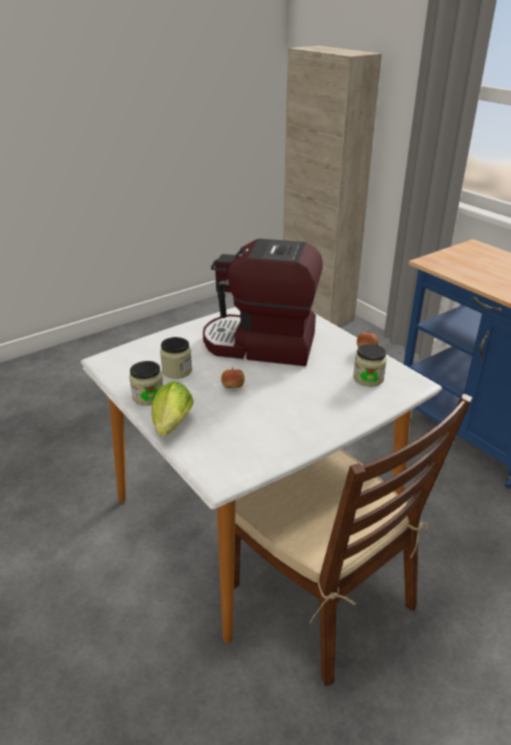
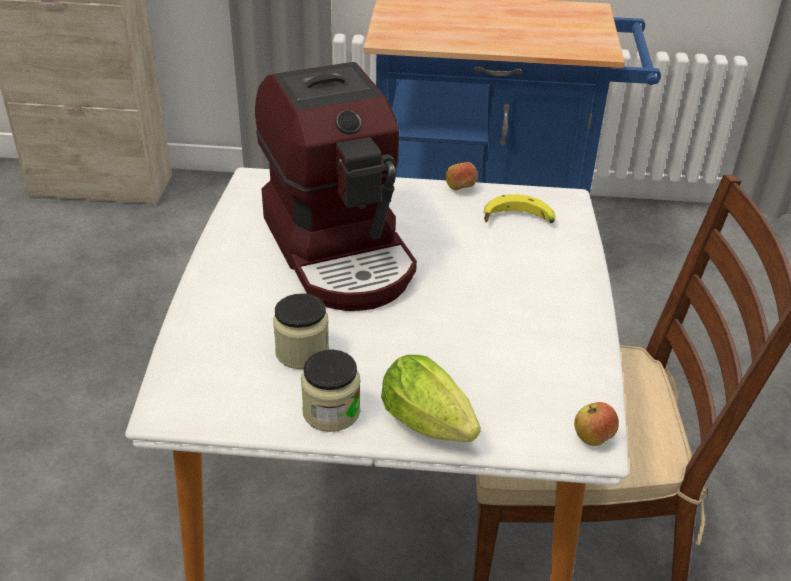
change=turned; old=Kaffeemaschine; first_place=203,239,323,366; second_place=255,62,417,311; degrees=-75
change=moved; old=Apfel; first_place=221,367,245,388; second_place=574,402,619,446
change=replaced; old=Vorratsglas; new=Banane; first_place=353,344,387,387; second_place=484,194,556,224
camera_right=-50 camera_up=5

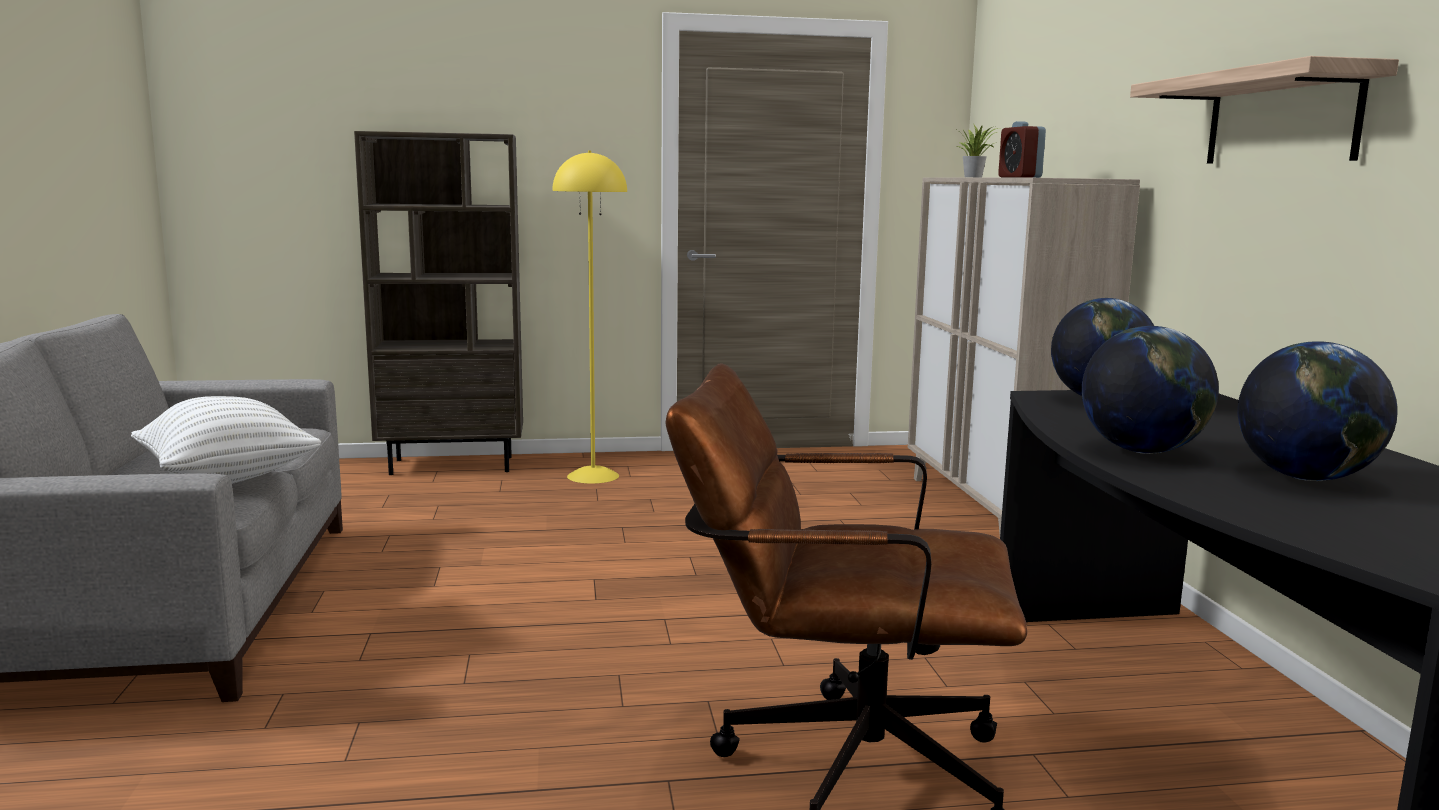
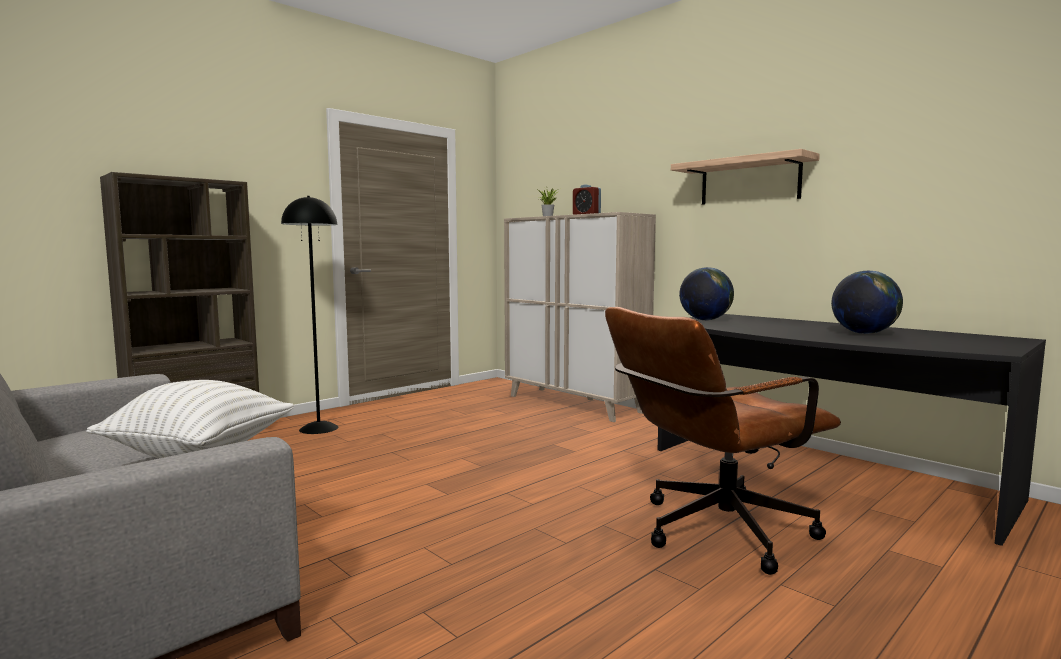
change=recoloured; old=Stehlampe [gelb]; new=Stehlampe [schwarz]; first_place=552,151,627,484; second_place=281,196,338,434
change=removed; old=Globus; first_place=1082,326,1219,454
camera_right=-35 camera_up=-5

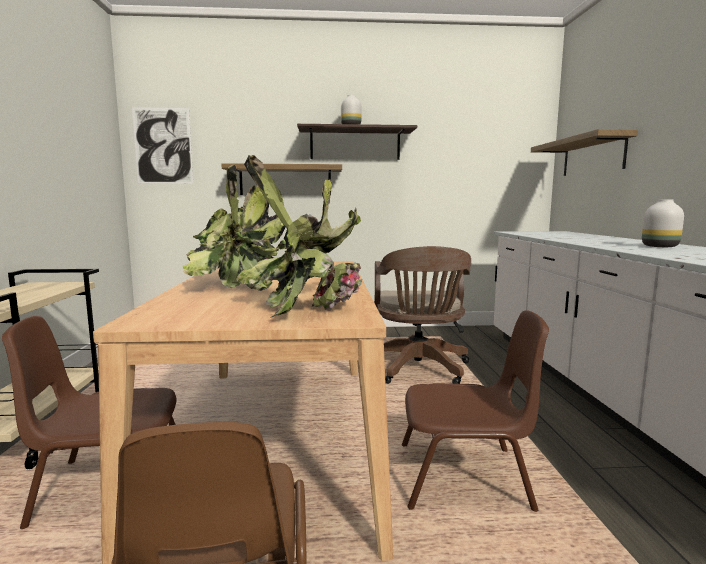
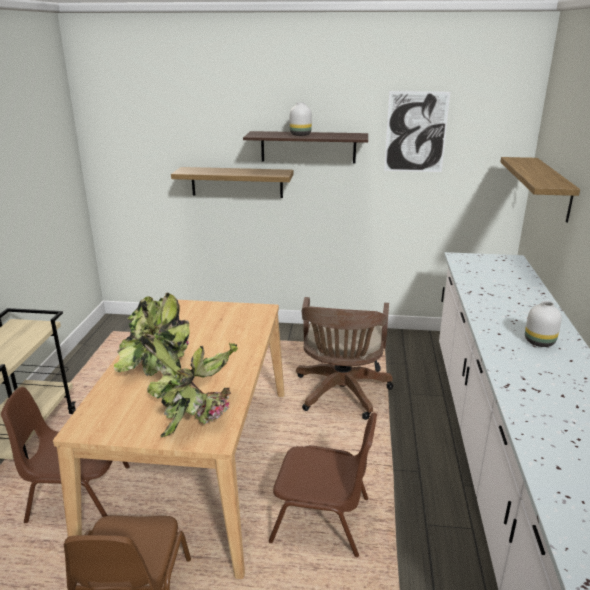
change=moved; old=Bild; first_place=132,107,193,184; second_place=384,91,450,172
camera_right=10 camera_up=15

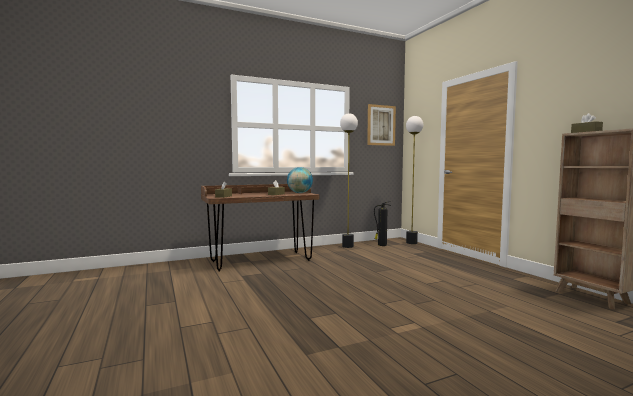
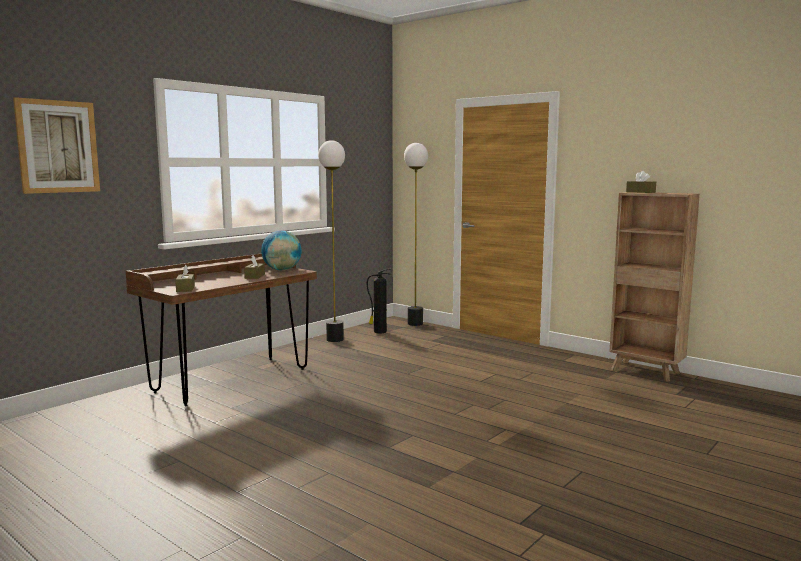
change=moved; old=Bild; first_place=367,104,396,146; second_place=13,97,100,194
camera_right=-25 camera_up=5

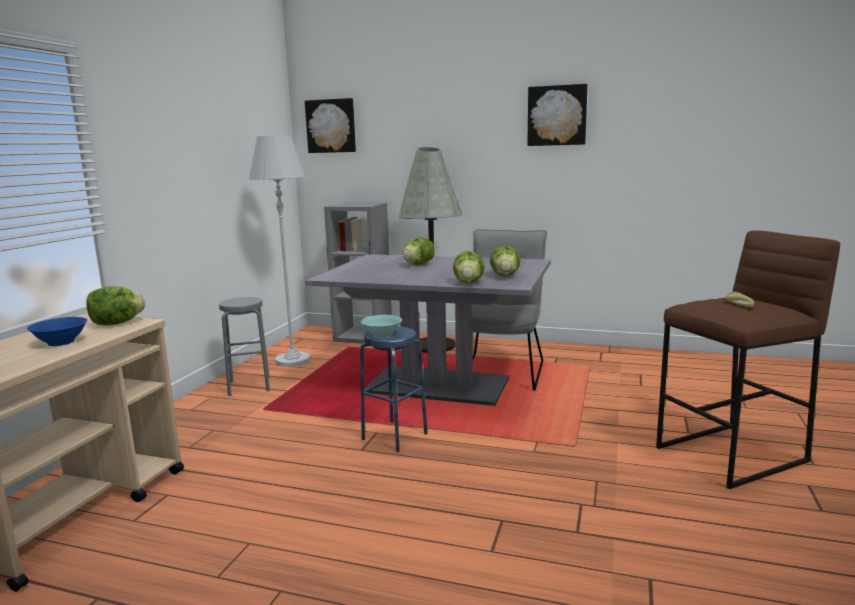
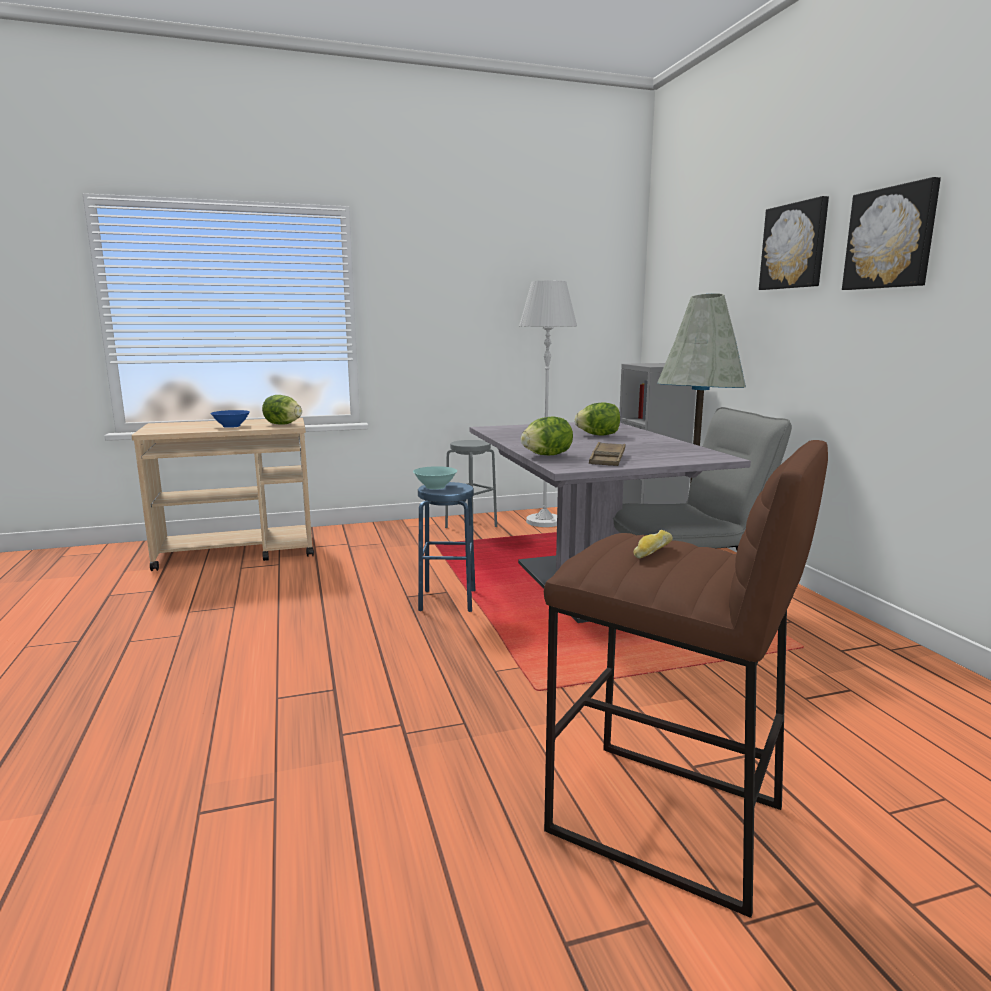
change=moved; old=Bild; first_place=305,98,356,153; second_place=759,196,829,290
change=replaced; old=Salatkopf; new=Tablett [braun]; first_place=490,246,521,276; second_place=589,442,626,466
camera_right=55 camera_up=0

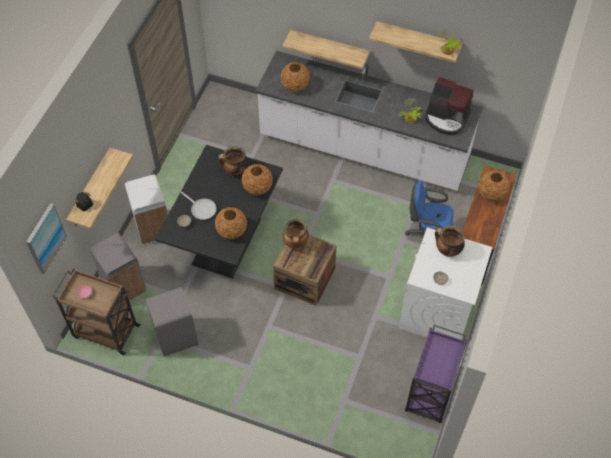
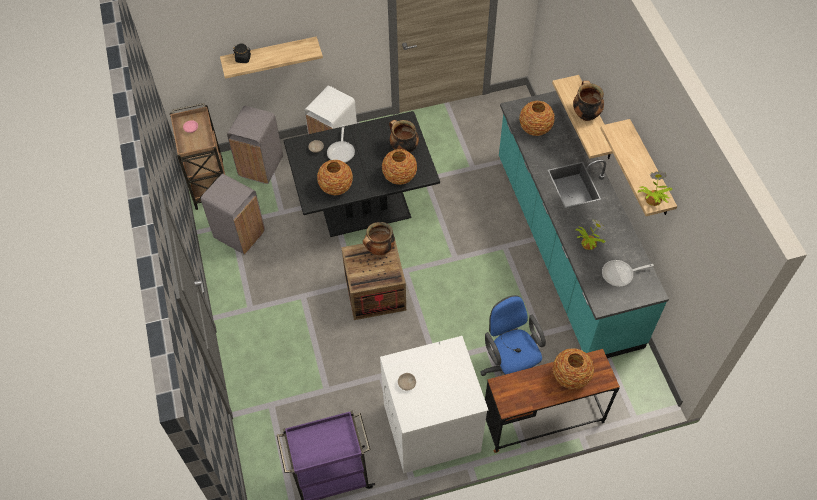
change=removed; old=Bild; first_place=26,203,67,274
change=recoloured; old=Küchenzeile [weiß]; new=Küchenzeile [türkis]; first_place=255,51,483,191; second_place=499,91,669,358
change=replaced; old=Kaffeemaschine; new=Pfanne; first_place=425,77,474,135; second_place=602,260,654,287
change=moved; old=Kochtopf; first_place=435,225,465,257; second_place=573,81,604,121
camera_right=55 camera_up=0

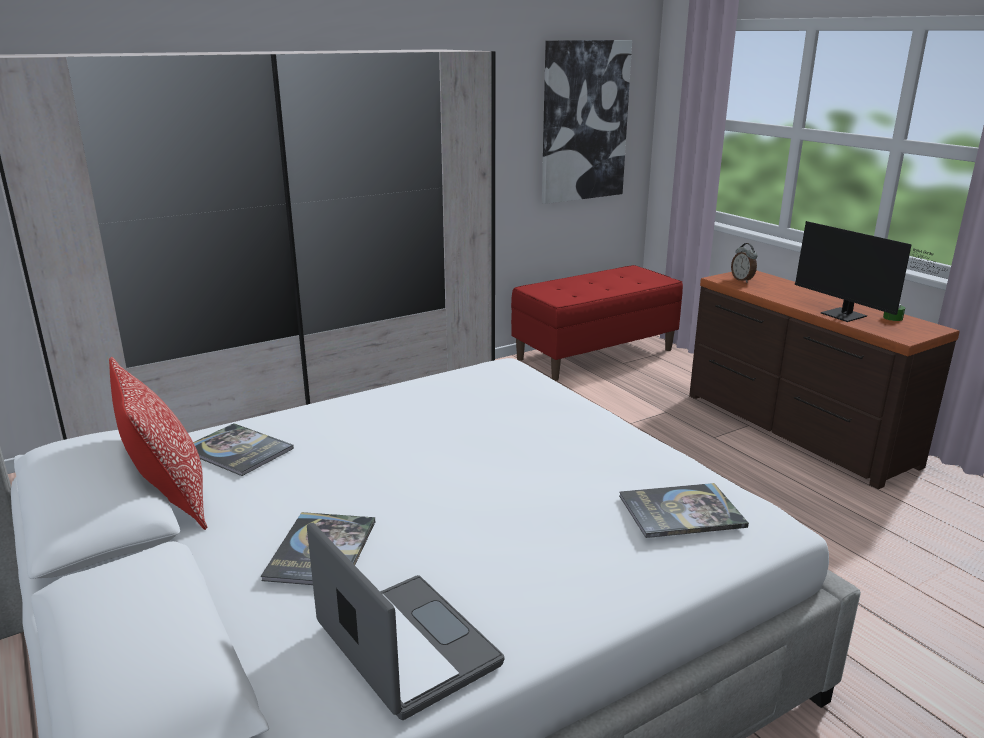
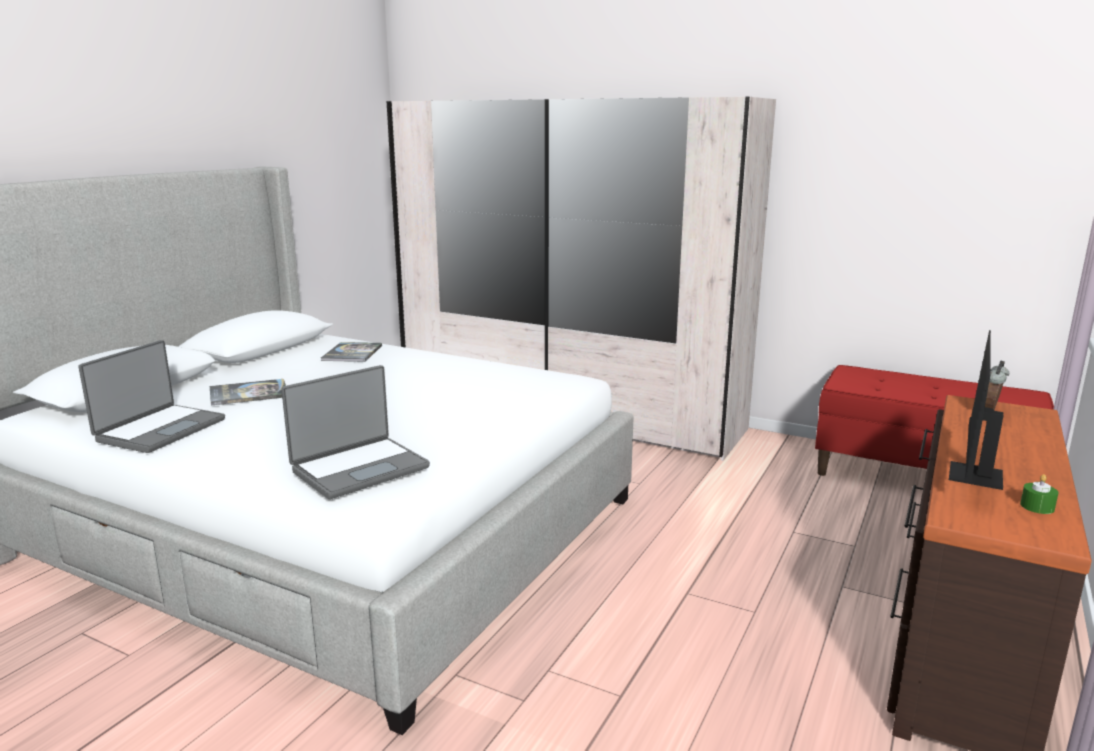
change=removed; old=Kissen; first_place=109,357,207,530
change=removed; old=Bild; first_place=542,40,632,204
change=replaced; old=Buch; new=Laptop; first_place=619,483,749,538; second_place=281,365,430,499
camera_right=60 camera_up=-5

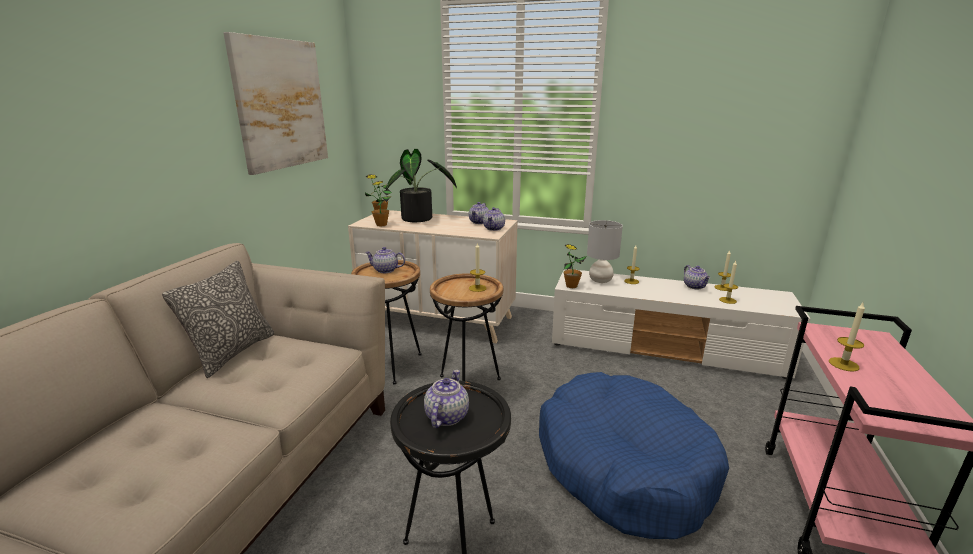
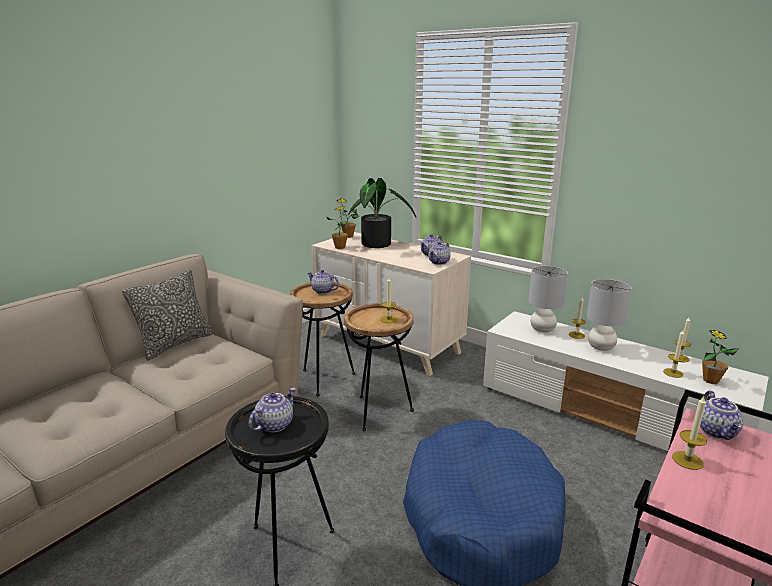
change=removed; old=Bild; first_place=223,32,328,175
change=moved; old=Topfpflanze; first_place=564,244,587,288; second_place=702,330,739,384
change=moved; old=Teekanne; first_place=684,265,710,289; second_place=700,391,744,440
change=added; new=Tischlampe [grau]; second_place=587,279,631,351
camera_right=20 camera_up=0

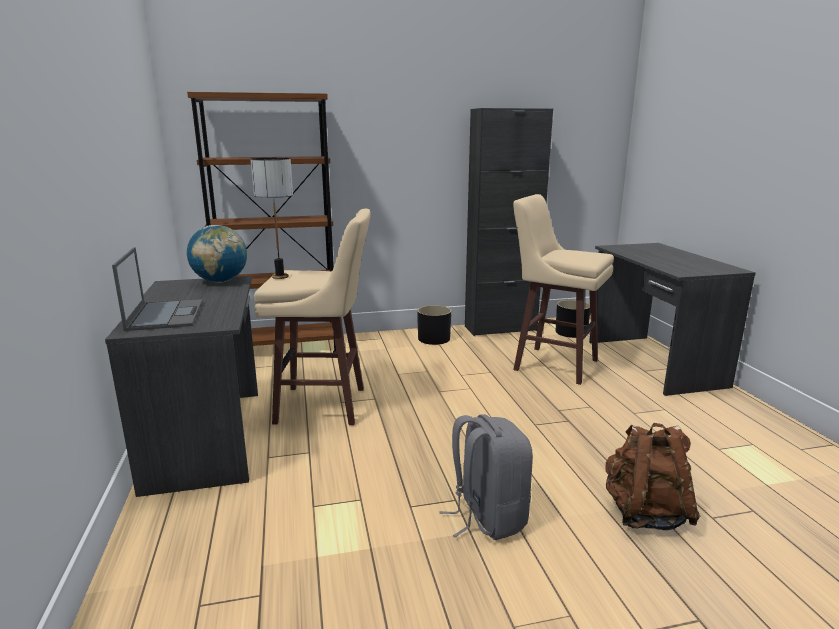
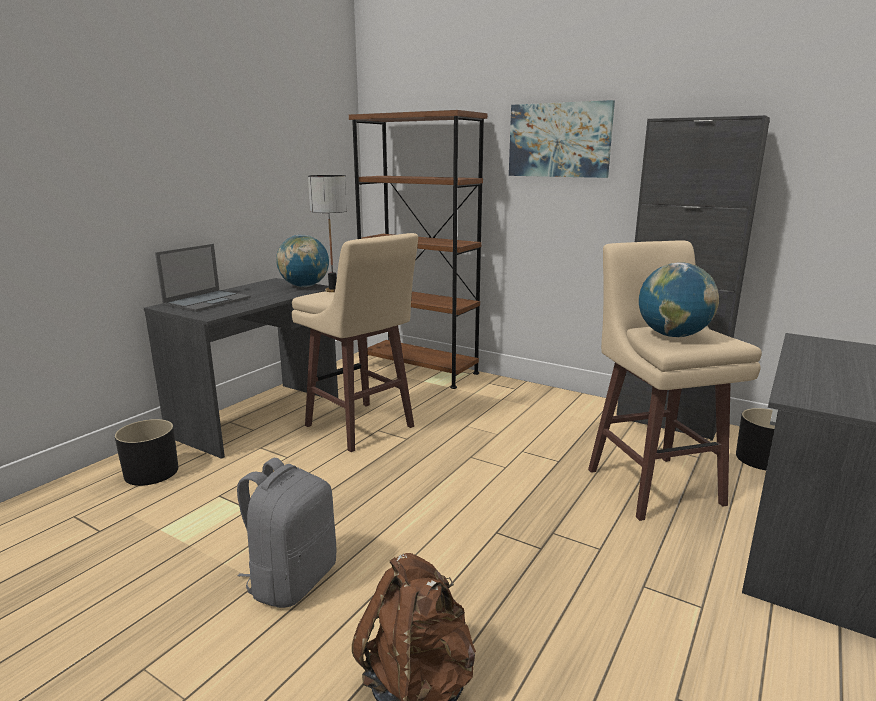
change=moved; old=Pflanzkübel [schwarz]; first_place=417,305,451,345; second_place=115,419,178,486
change=added; new=Bild; second_place=509,100,615,178
change=added; new=Globus; second_place=639,262,719,337
camera_right=45 camera_up=0

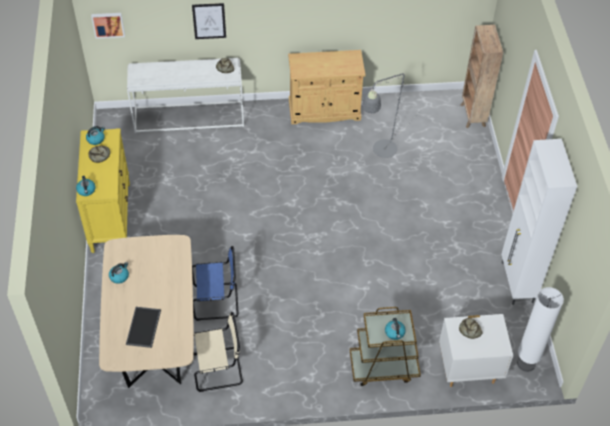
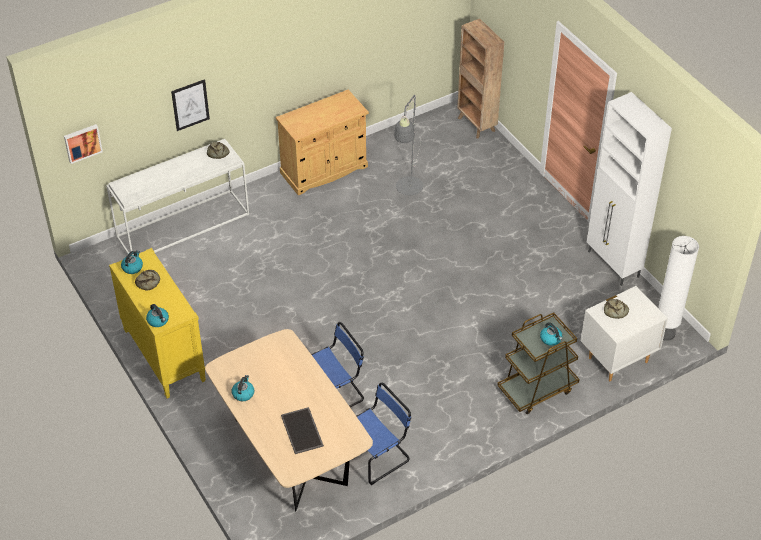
change=recoloured; old=Stuhl [beige]; new=Stuhl [blau]; first_place=194,312,243,392; second_place=356,382,411,485
camera_right=-25 camera_up=-5

